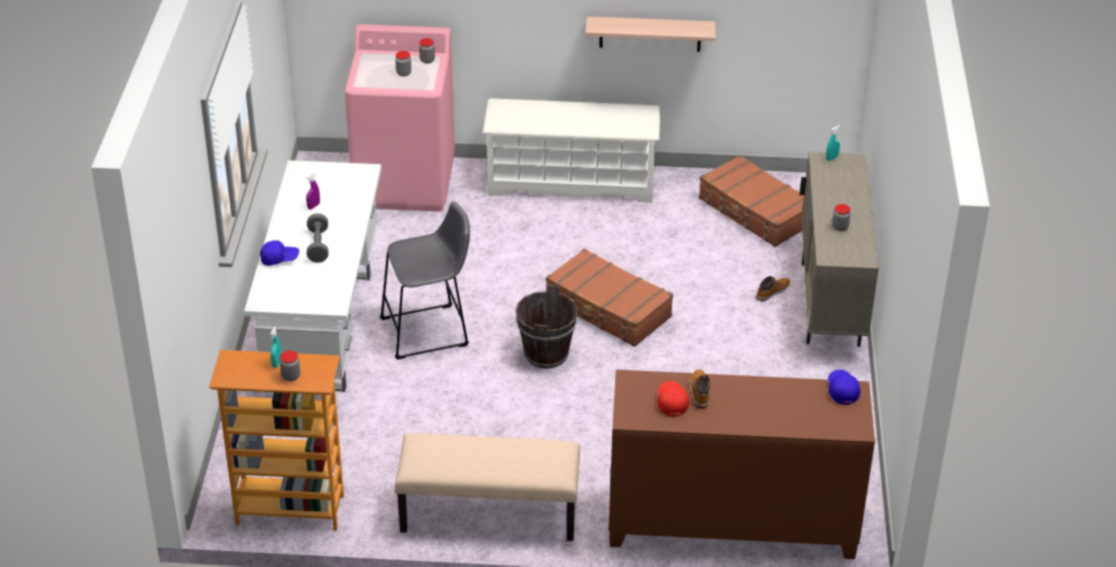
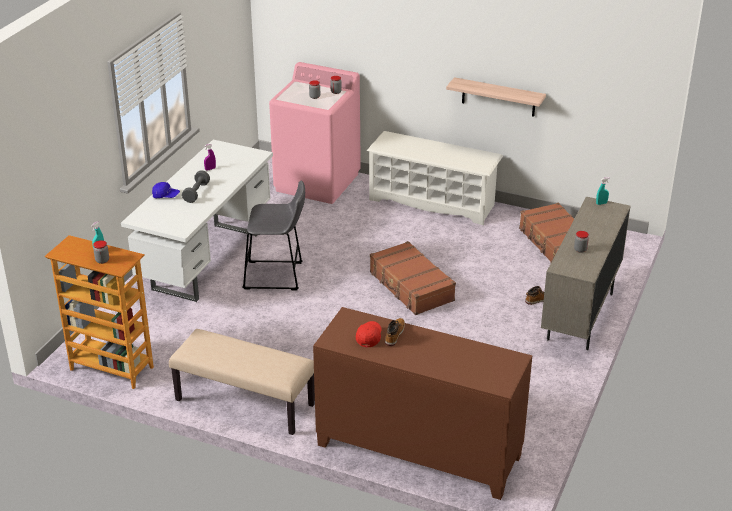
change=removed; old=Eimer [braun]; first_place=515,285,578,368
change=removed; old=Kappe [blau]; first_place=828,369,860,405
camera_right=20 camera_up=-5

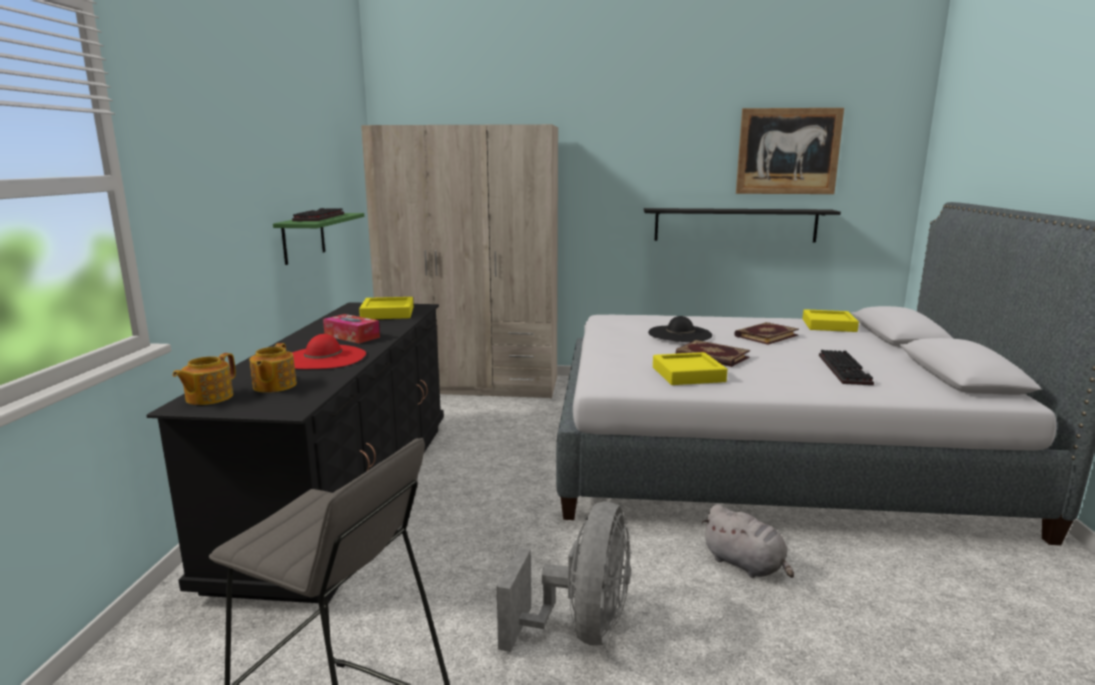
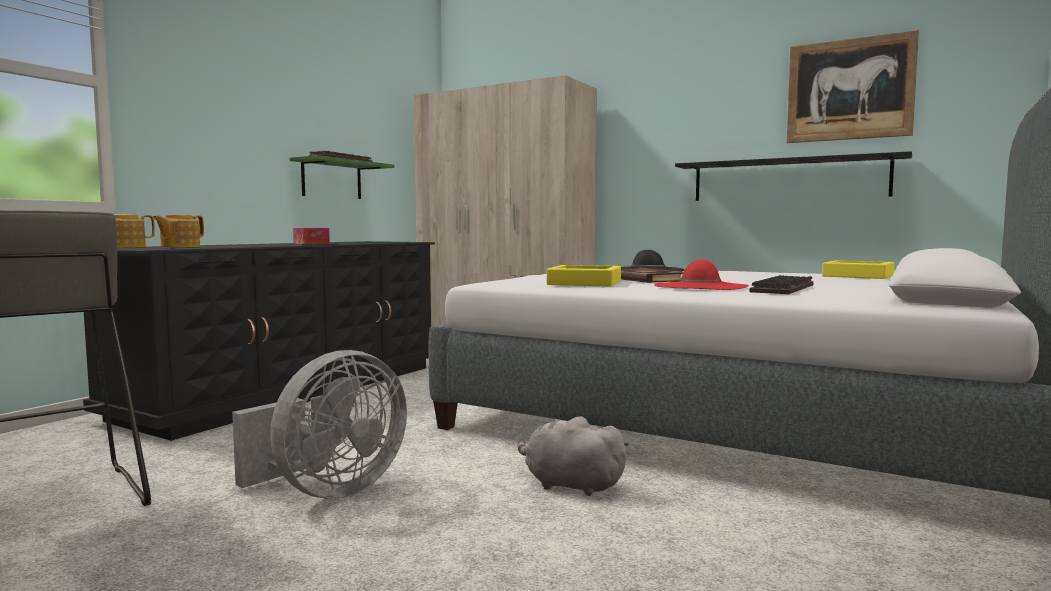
change=moved; old=Hut [rot]; first_place=292,334,366,369; second_place=654,260,749,290
change=removed; old=Tablett [gelb]; first_place=359,297,413,319
change=turned; old=Plüschtier [grau]; first_place=701,505,794,578; second_place=517,416,629,496; degrees=135
change=removed; old=Buch; first_place=734,322,799,345
camera_right=25 camera_up=-10

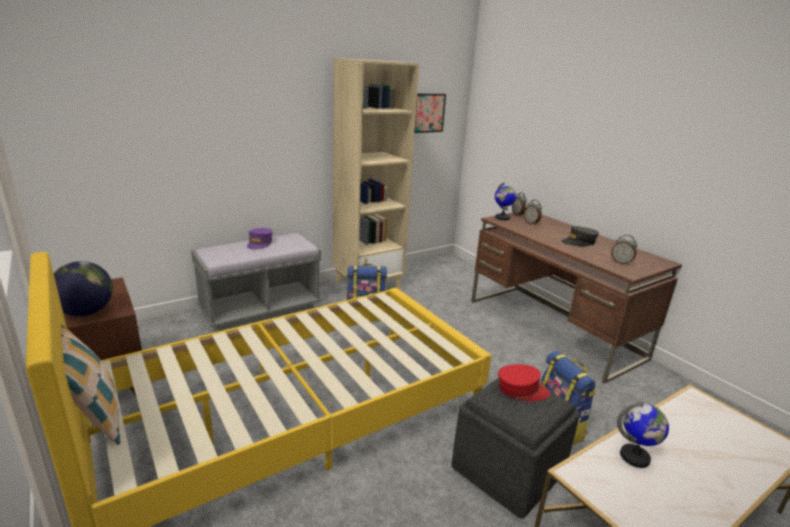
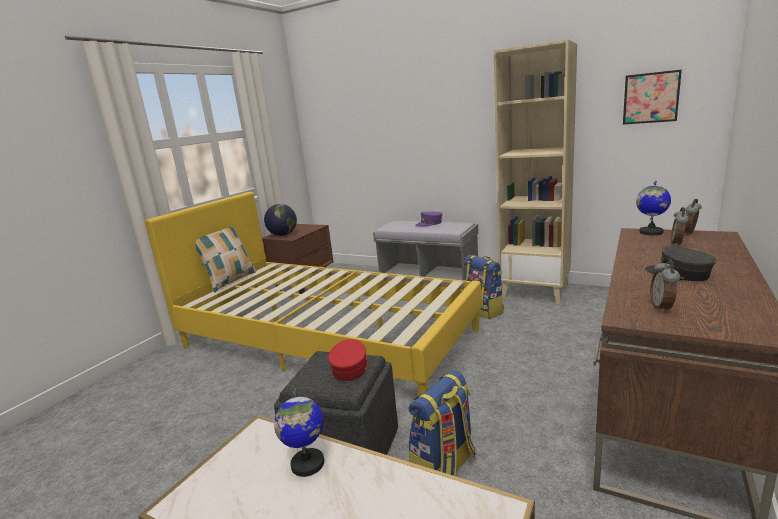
change=turned; old=Kappe [rot]; first_place=498,364,550,401; second_place=328,339,369,381; degrees=-150
camera_right=65 camera_up=-5

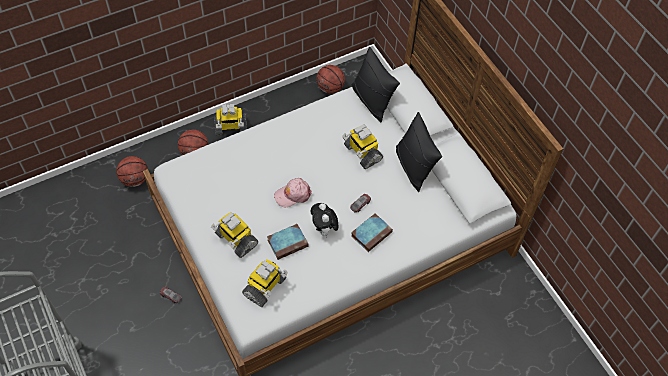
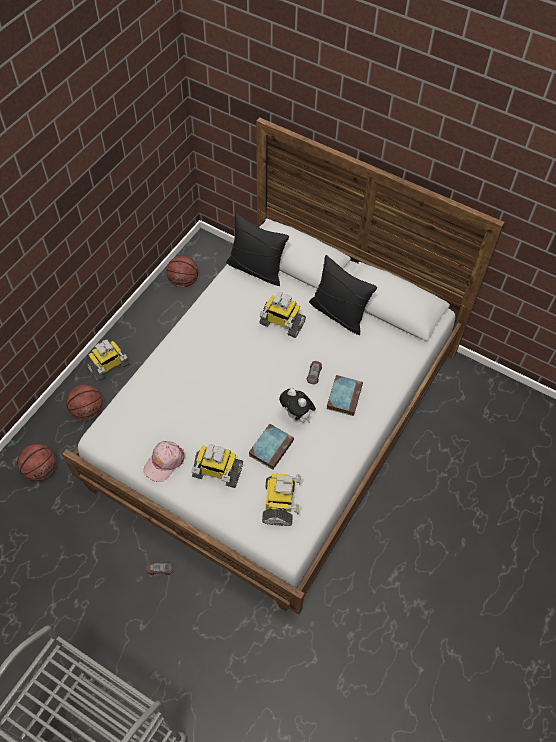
change=moved; old=Kappe [rosa]; first_place=274,178,312,207; second_place=143,441,185,482
camera_right=-30 camera_up=0

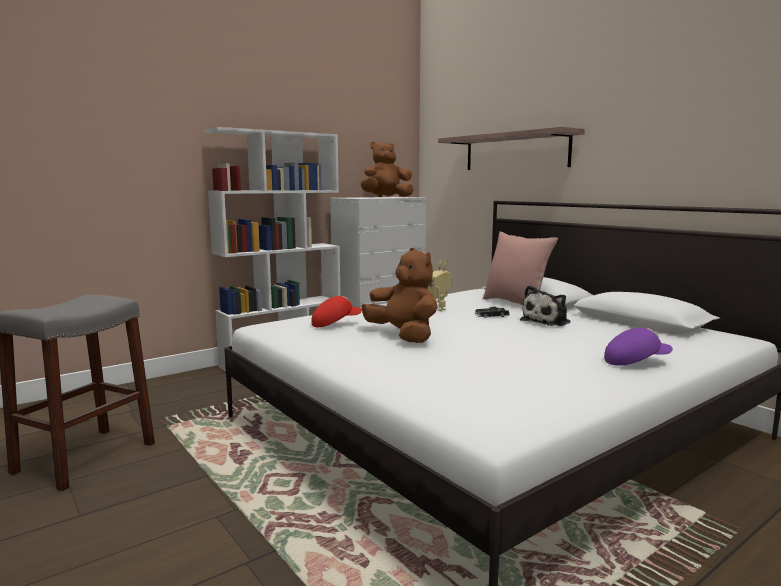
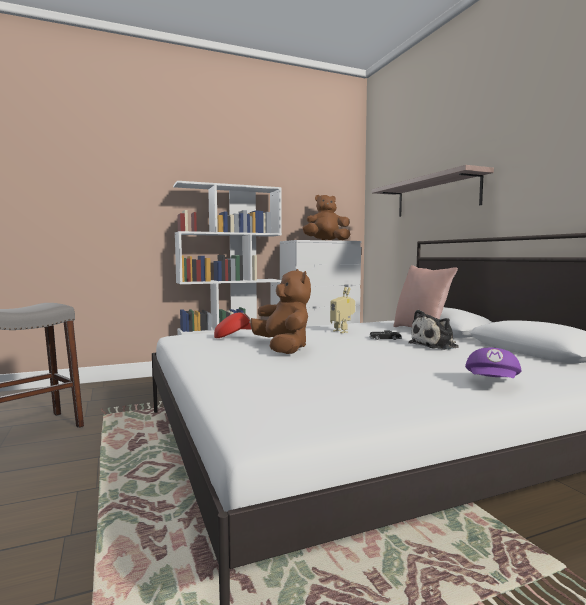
change=turned; old=Kappe [lila]; first_place=604,328,673,366; second_place=465,348,521,378; degrees=105
camera_right=15 camera_up=-5

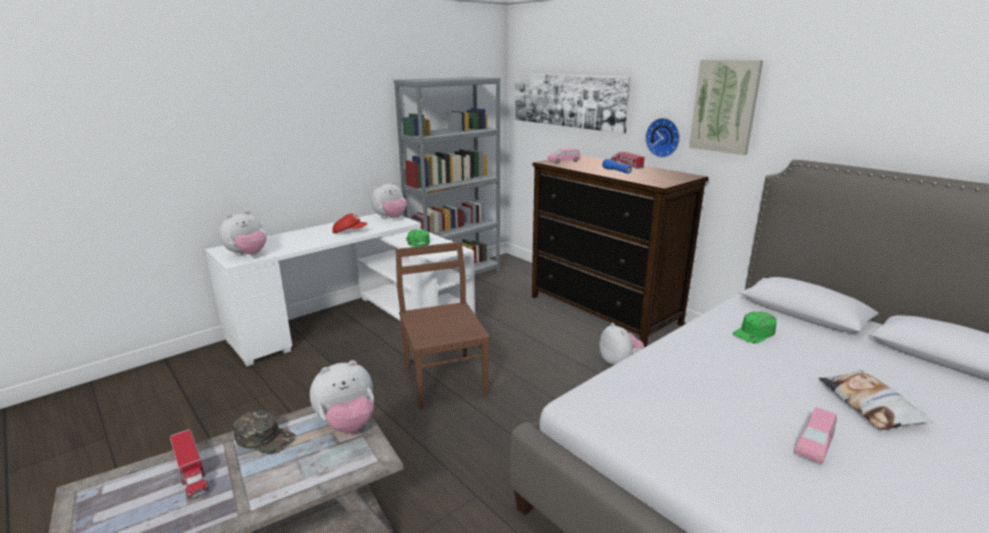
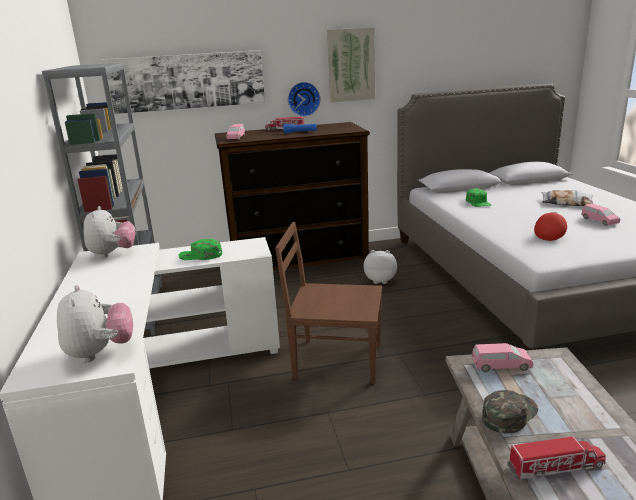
change=replaced; old=Plüschtier; new=Spielzeugauto [rosa]; first_place=310,360,374,433; second_place=472,343,533,372
change=moved; old=Kappe [rot]; first_place=332,214,368,233; second_place=534,212,567,241
camera_right=-60 camera_up=0

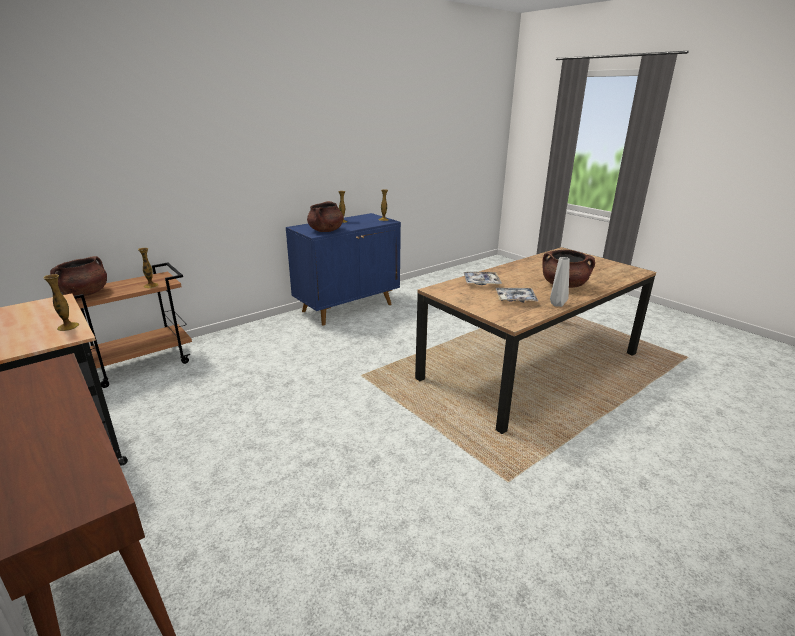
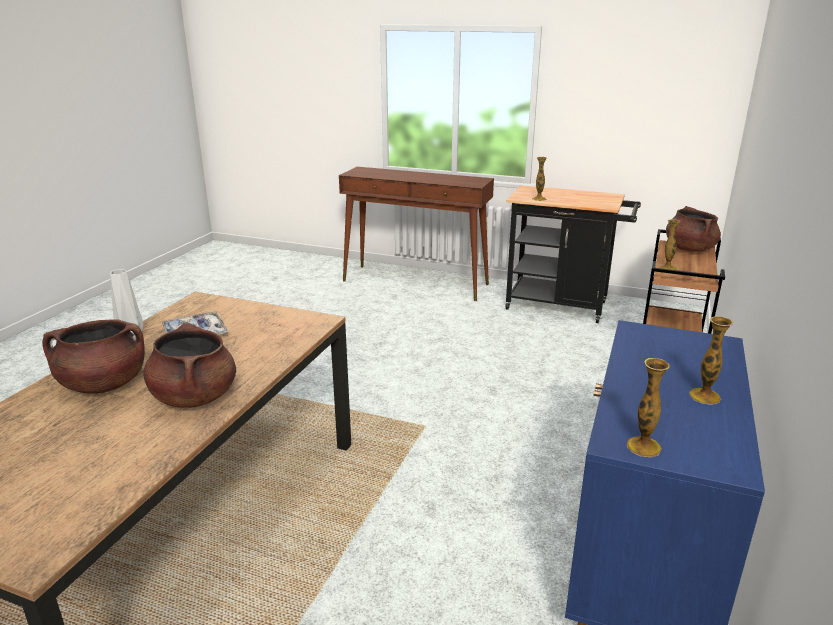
change=moved; old=Kochtopf [braun]; first_place=307,201,343,232; second_place=143,323,236,408
change=removed; old=Tablett; first_place=463,272,502,285
camera_right=150 camera_up=0

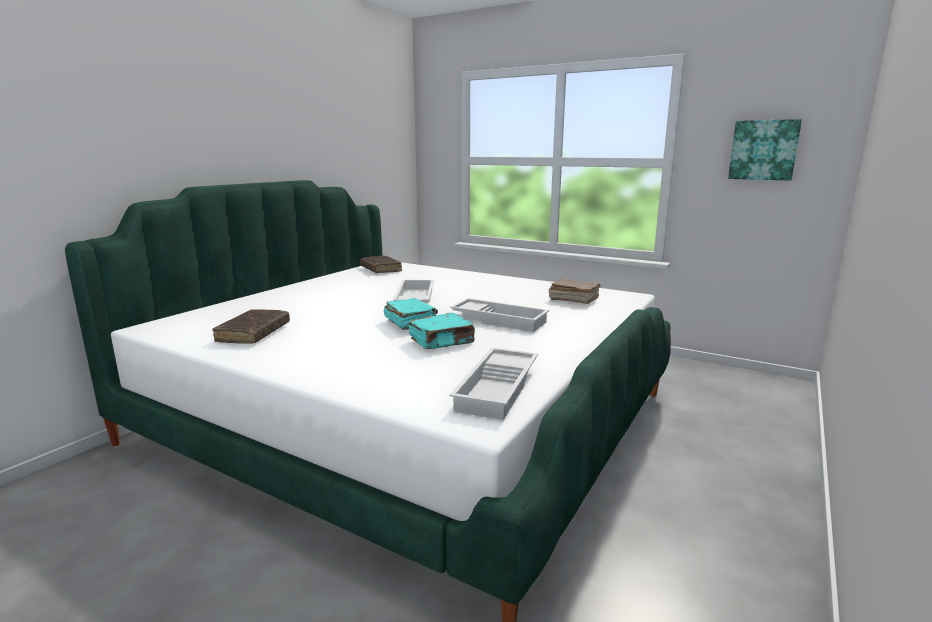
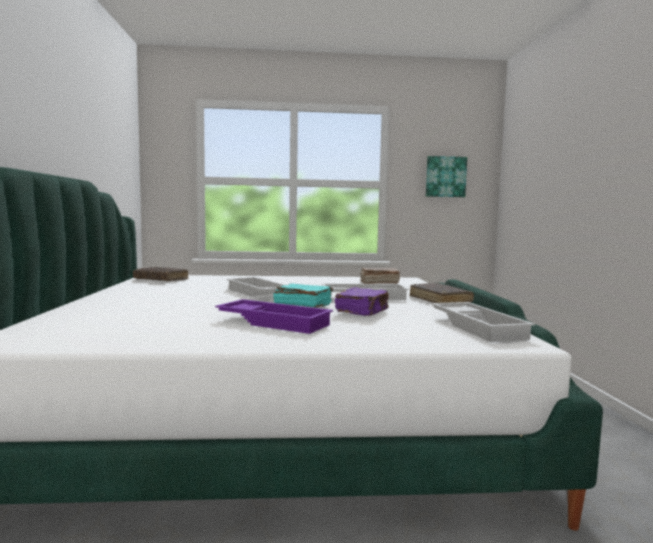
change=moved; old=Buch [braun]; first_place=212,309,290,344; second_place=410,283,474,303
change=recoloured; old=Buch [türkis]; new=Buch [lila]; first_place=409,313,476,349; second_place=335,287,389,316
change=added; new=Tablett [lila]; second_place=215,299,333,334
camera_right=-35 camera_up=-10

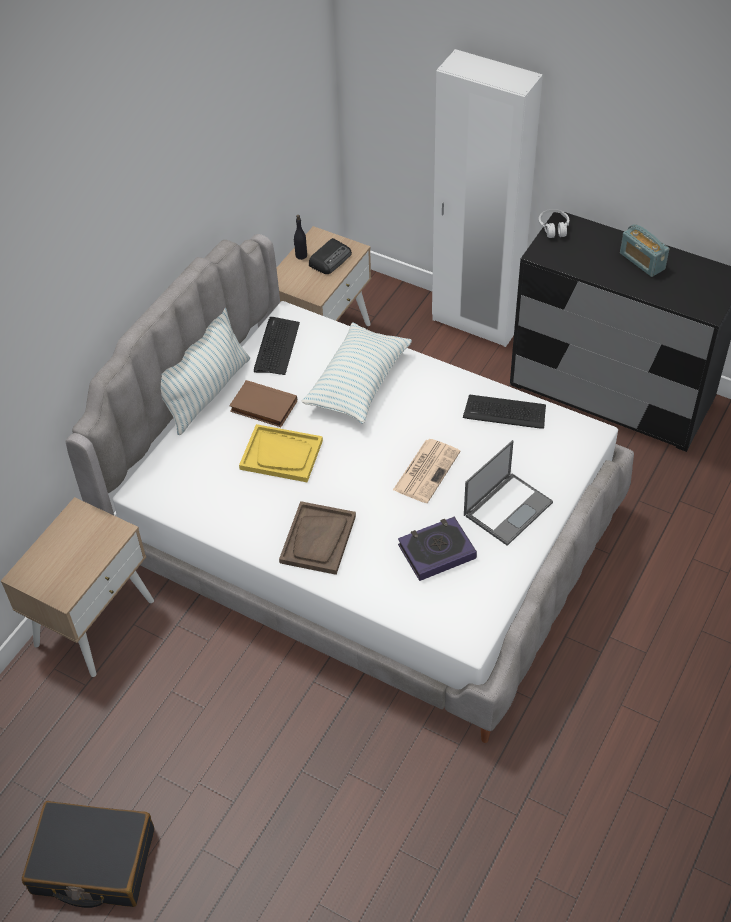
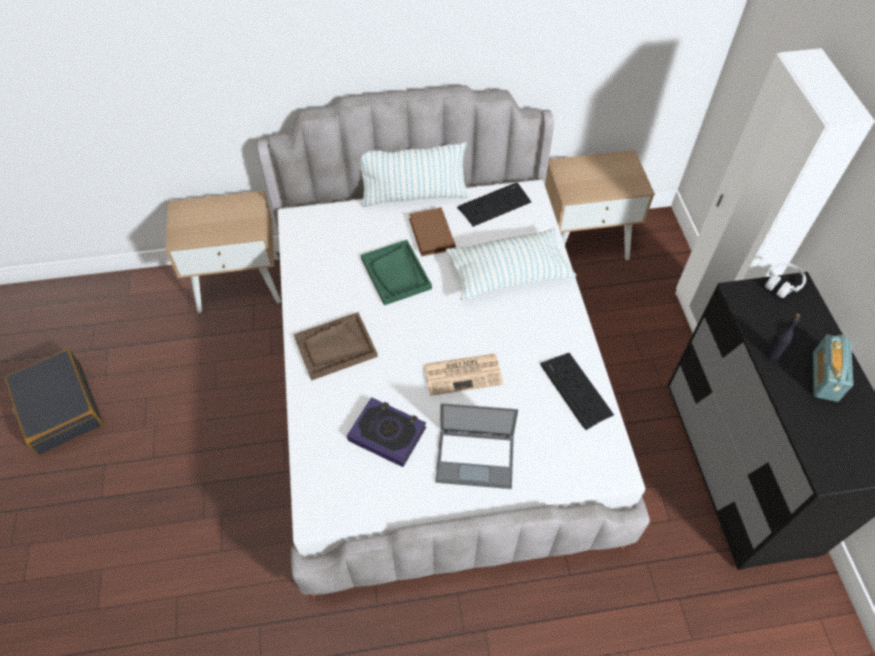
change=recoloured; old=Tablett [gelb]; new=Tablett [grün]; first_place=239,424,323,482; second_place=361,240,432,306
change=moved; old=Flasche [schwarz]; first_place=294,215,307,260; second_place=764,313,800,360
change=removed; old=Radio; first_place=309,238,352,274
camera_right=50 camera_up=5

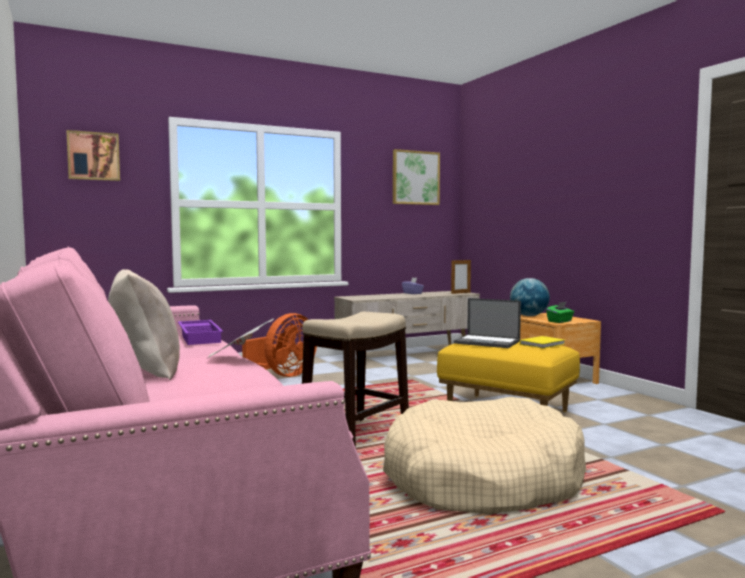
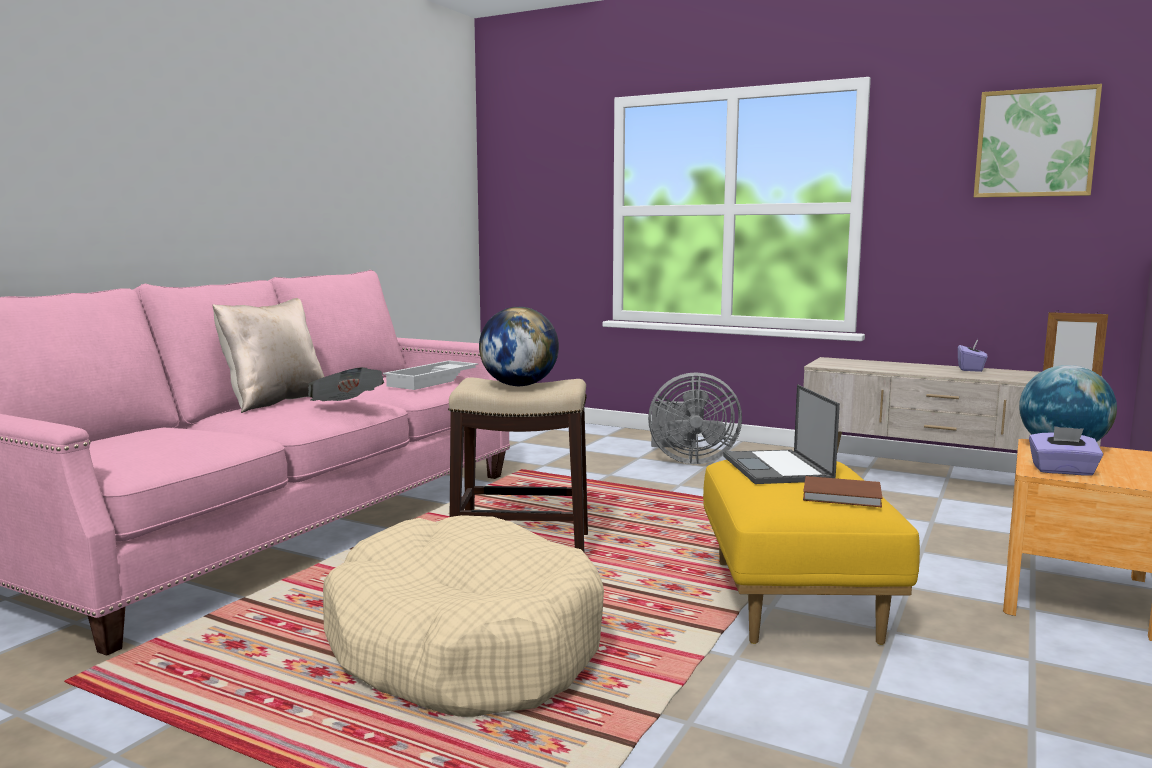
change=removed; old=Bild; first_place=66,130,120,181
change=recoloured; old=Tablett [lila]; new=Tablett [weiß]; first_place=178,320,223,345; second_place=383,360,478,390
change=recoloured; old=Ventilator [orange]; new=Ventilator [grau]; first_place=242,313,317,377; second_place=648,372,742,464
change=recoloured; old=Buch [gelb]; new=Buch [braun]; first_place=520,336,565,349; second_place=803,476,883,507
change=recoloured; old=Taschentuchbox [grün]; new=Taschentuchbox [lila]; first_place=546,302,574,323; second_place=1029,426,1103,476
change=added; new=Globus; second_place=479,307,559,386
camera_right=55 camera_up=5

